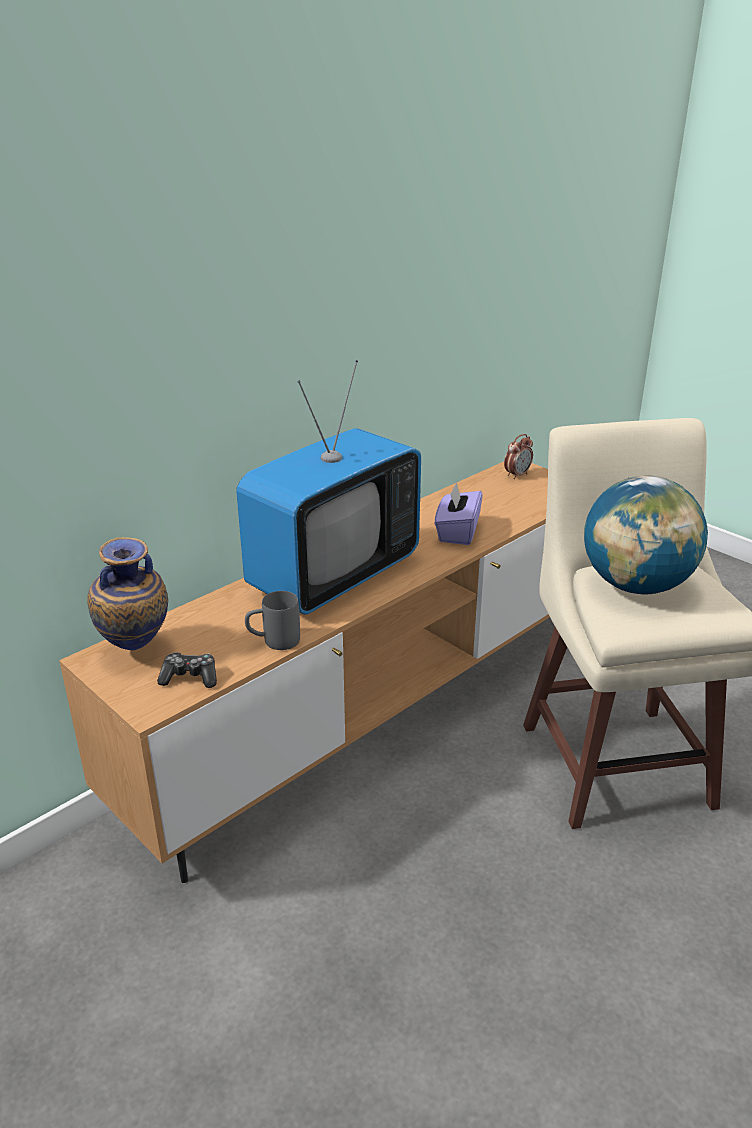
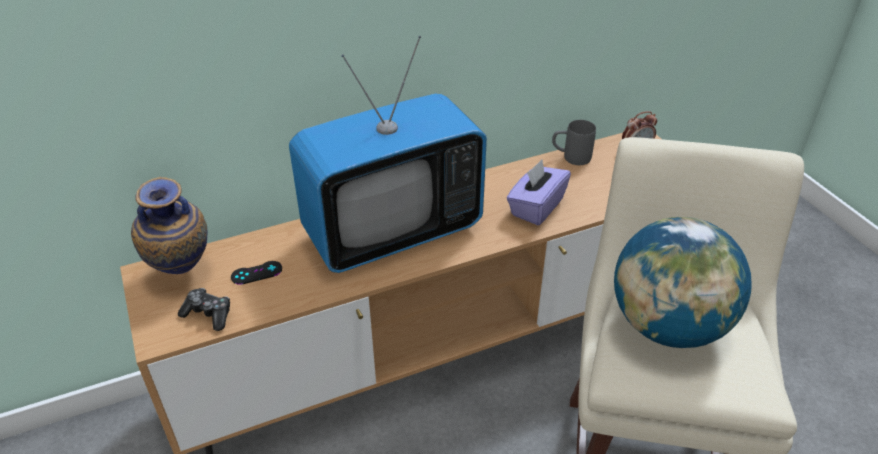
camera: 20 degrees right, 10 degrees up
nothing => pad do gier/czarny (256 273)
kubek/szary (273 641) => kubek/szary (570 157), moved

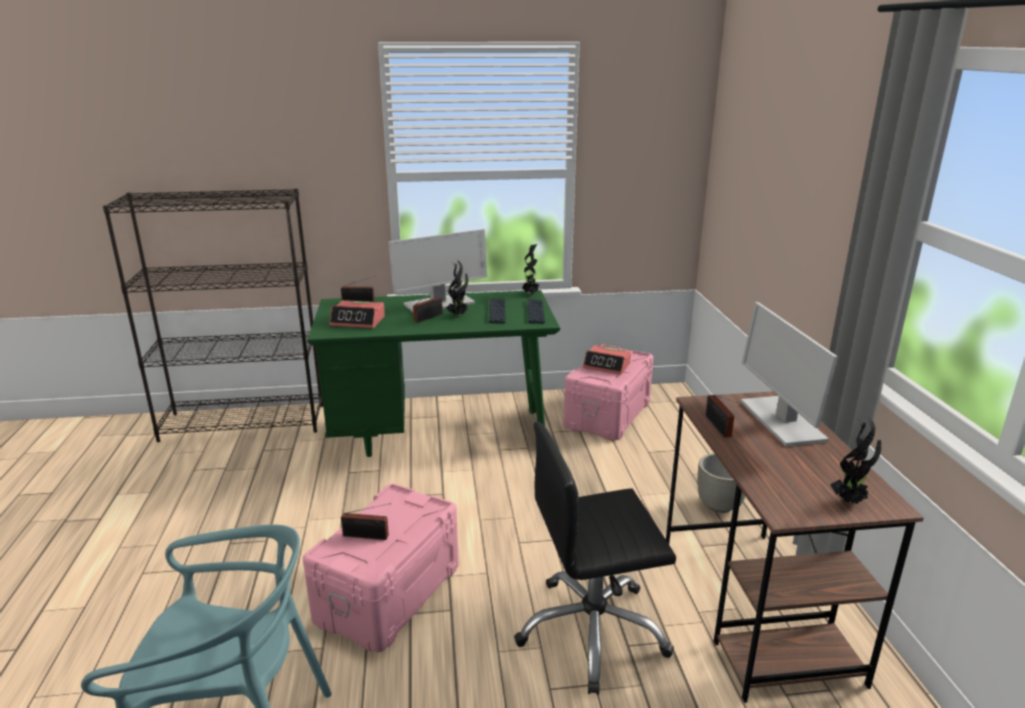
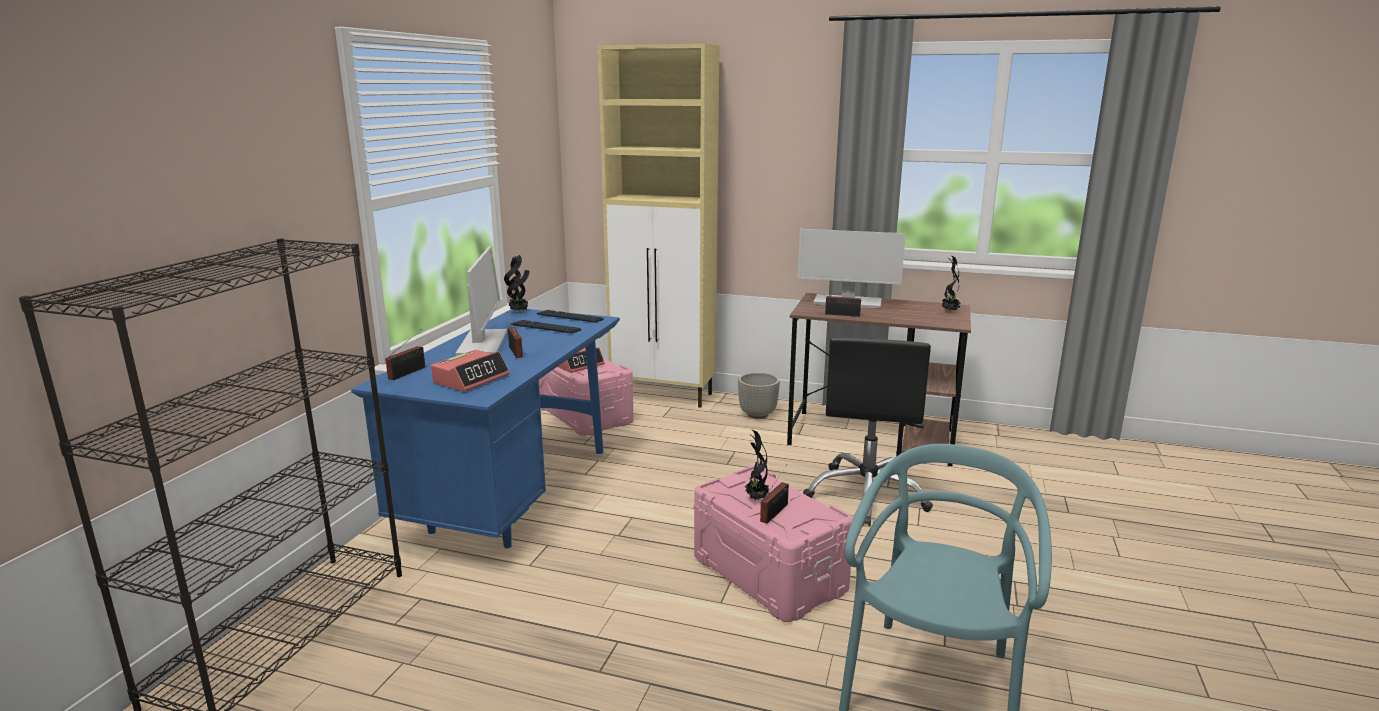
camera: 65 degrees left, 5 degrees down
biurko/zielony (440 433) => biurko/niebieski (514 496)
nothing => szafka/beżowy (664 395)
roślina doniczkowa (459 315) => roślina doniczkowa (756 499), moved

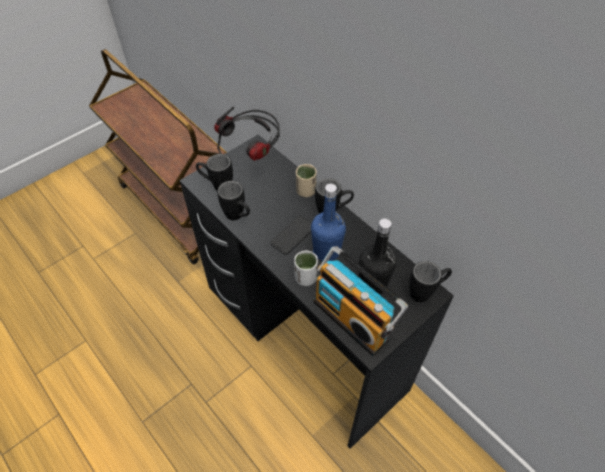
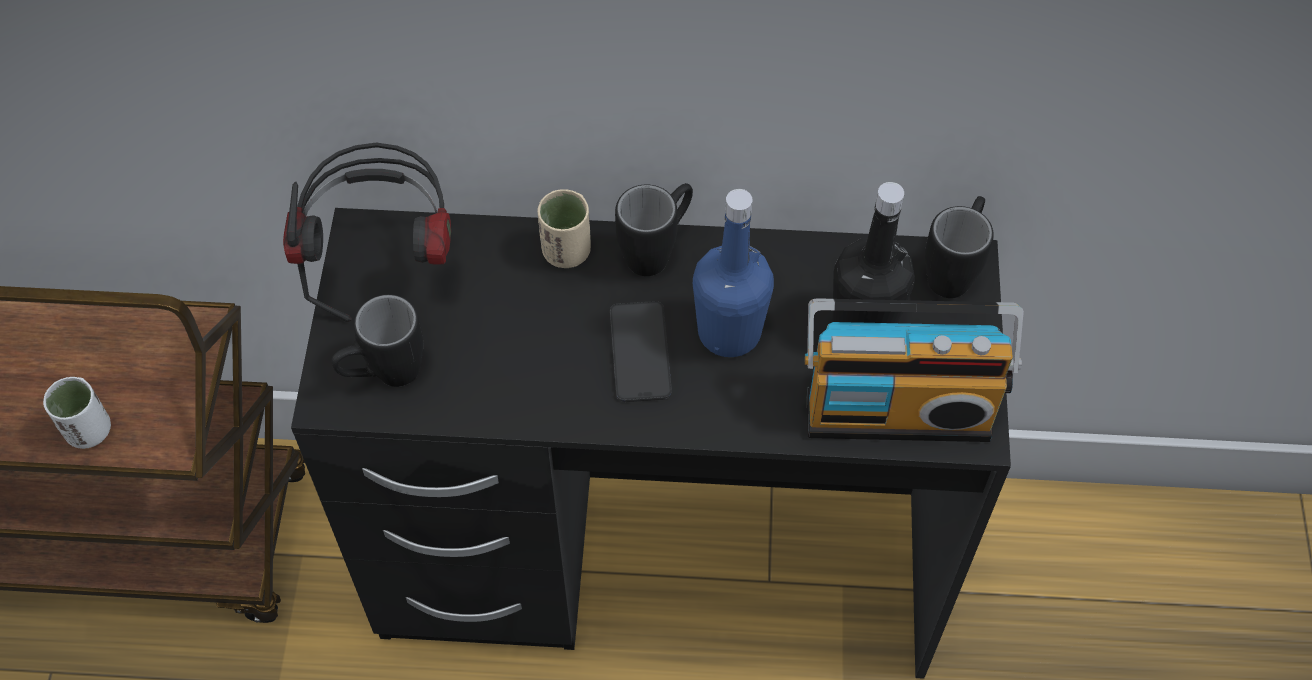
camera: 45 degrees left, 5 degrees up
filiżanka/biały (305 278) => filiżanka/biały (88 430), moved
kubek/czarny (238 217) => nothing

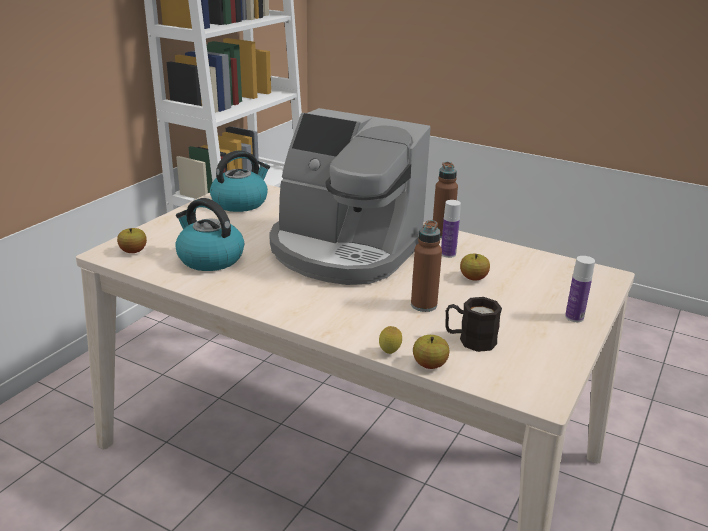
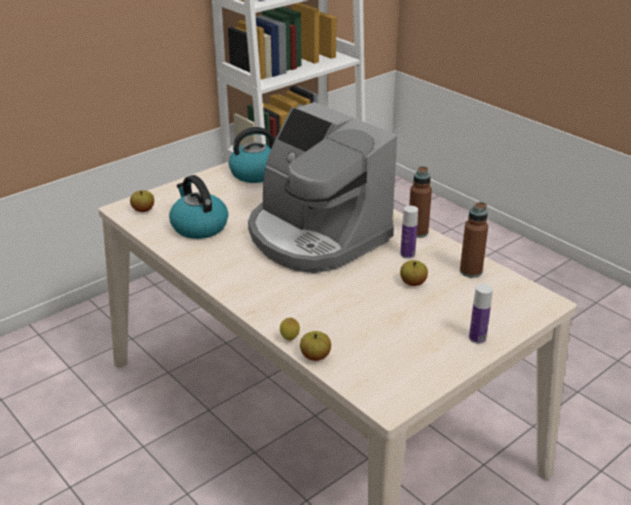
camera: 20 degrees right, 5 degrees up
butelka/brązowy (423 305) => butelka/brązowy (470 271), moved
kubek/czarny (469 340) => nothing

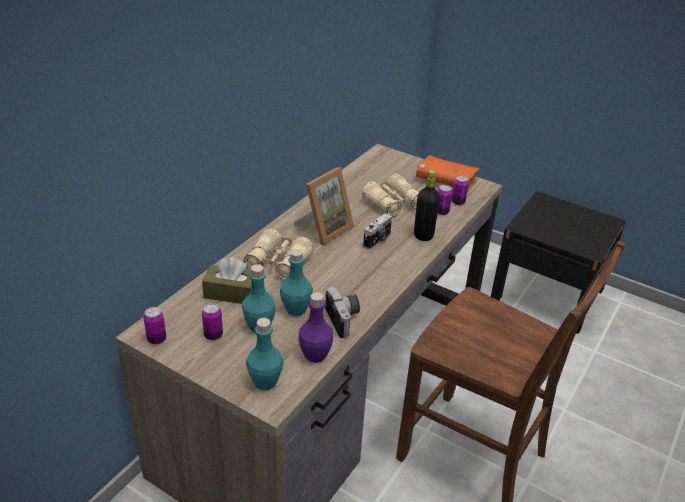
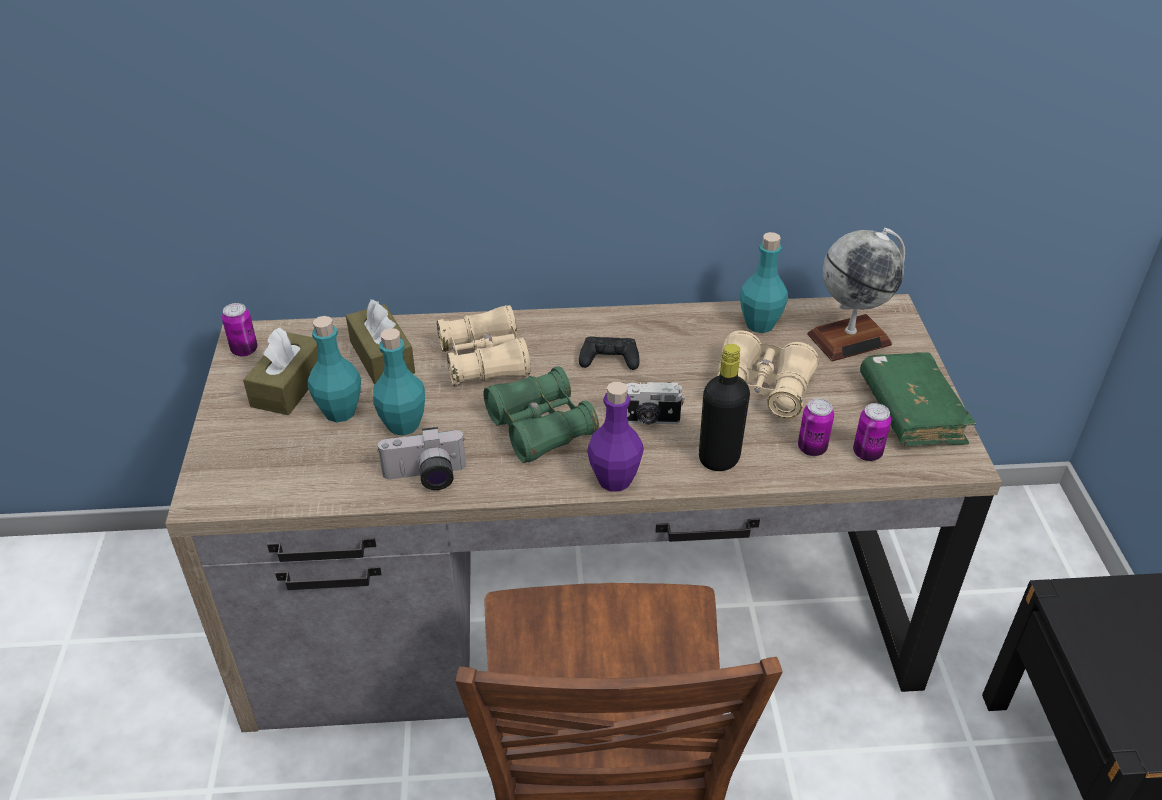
camera: 55 degrees right, 5 degrees up
puszka (213 335) => pudełko chusteczek/brązowy (289 386)
aparat fotograficzny (345 319) => aparat fotograficzny (425 478), 45 degrees clockwise
nothing => lornetka/zielony (540 427)
ramka na zdjęcie (325 229) => pad do gier/czarny (609 359)
butelka/fioletowy (315 355) => butelka/fioletowy (614 479), moved
butelka/turkusowy (265 382) => butelka/turkusowy (760 324), moved
nothing => globus (849 339)
książka/pomarańczowy (445 181) => książka/zielony (911 411)

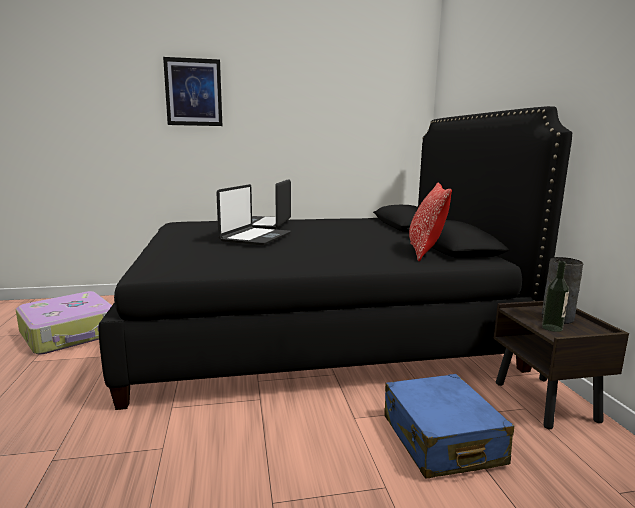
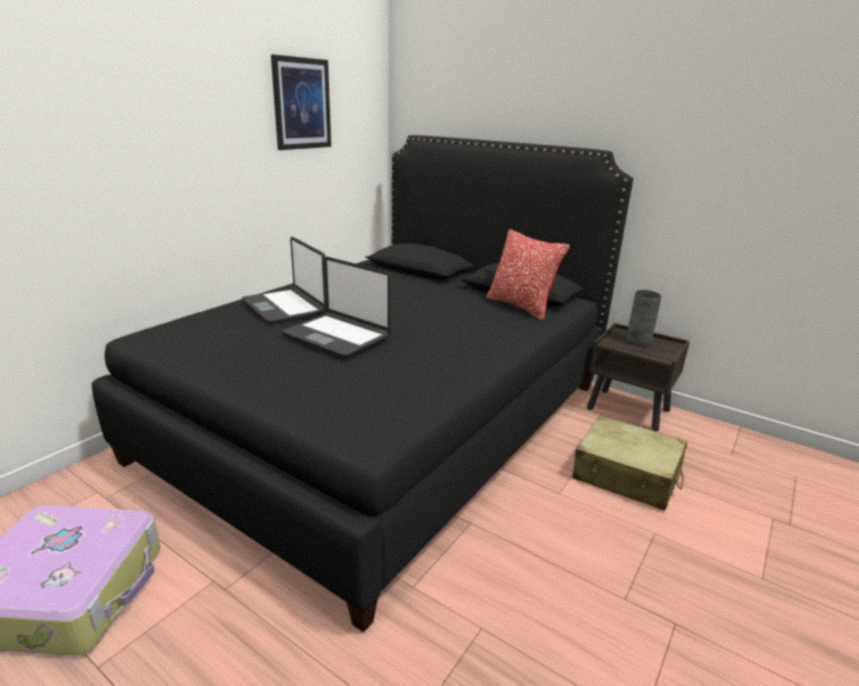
camera: 45 degrees left, 10 degrees up
obraz (193 92) => obraz (302 104), moved
laptop (255 237) => laptop (338 335), 150 degrees clockwise
walizka/niebieski (441 440) => walizka/beżowy (626 475)
butelka (552 328) => nothing

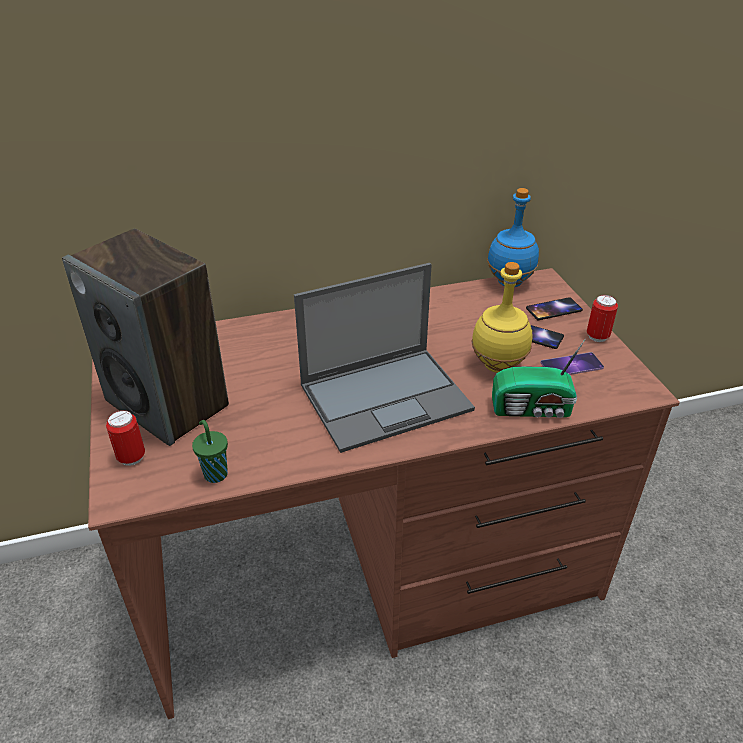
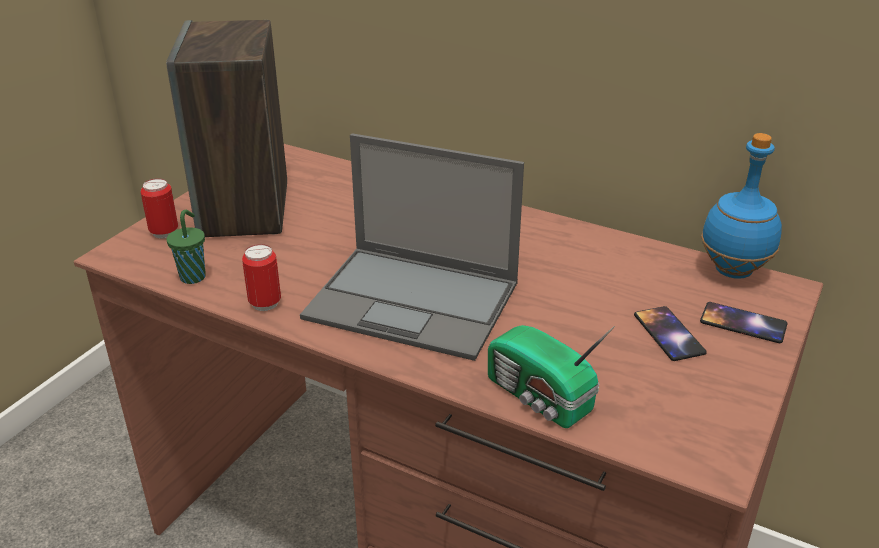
camera: 45 degrees right, 5 degrees down
puszka (597 336) => puszka (265 303), moved
butelka/żółty (497 365) => nothing
telefon (571 365) => nothing

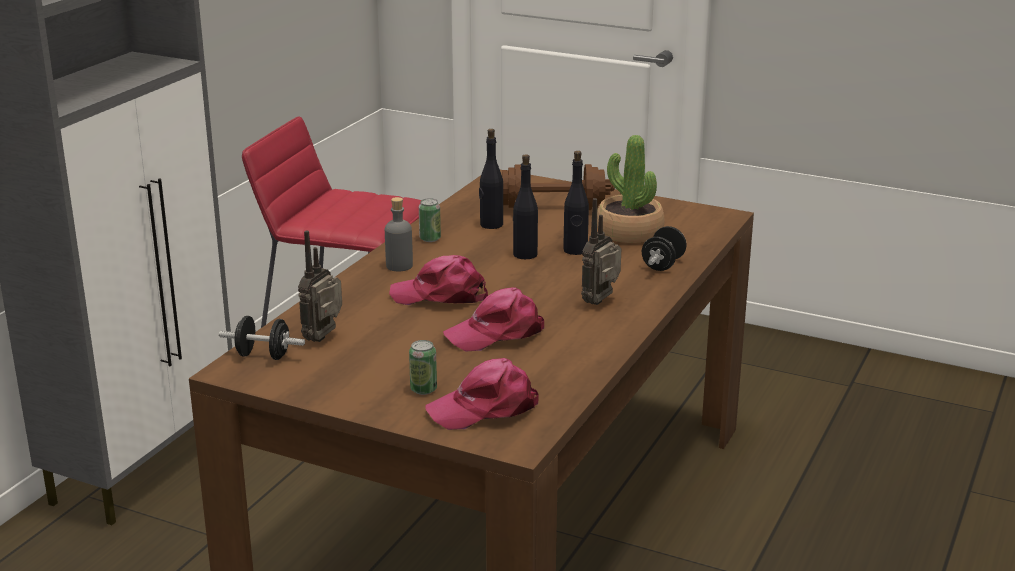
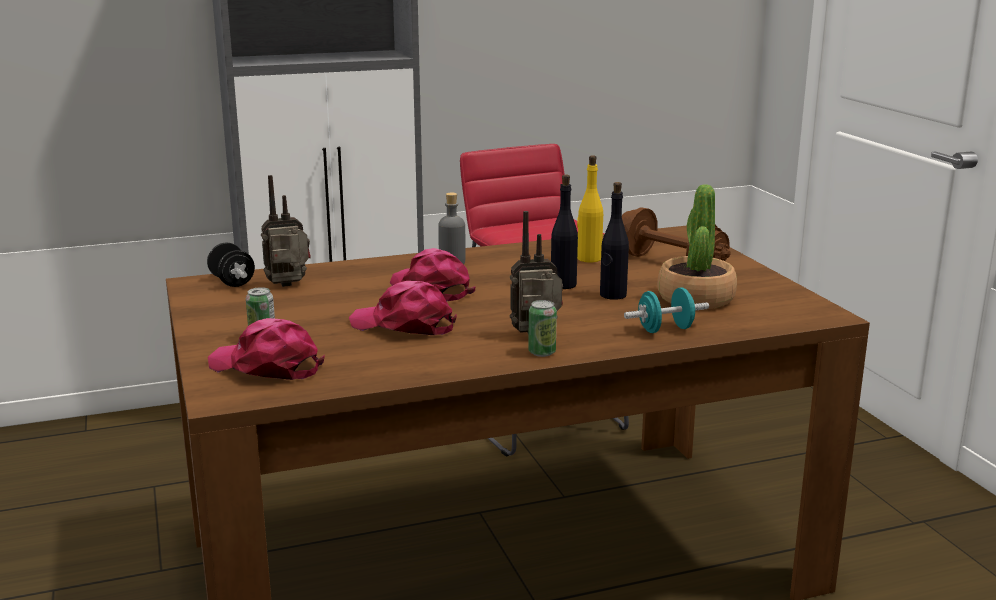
camera: 45 degrees right, 5 degrees down
puszka (430 239) => puszka (542 352), moved
butelka/czarny (491 225) => butelka/żółty (589 259)
hantel/czarny (663 264) => hantel/turkusowy (665 329)

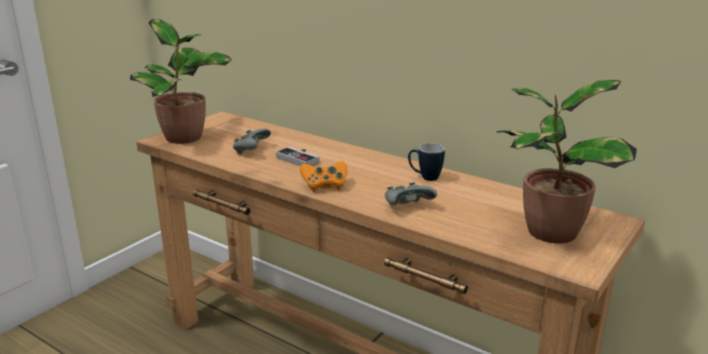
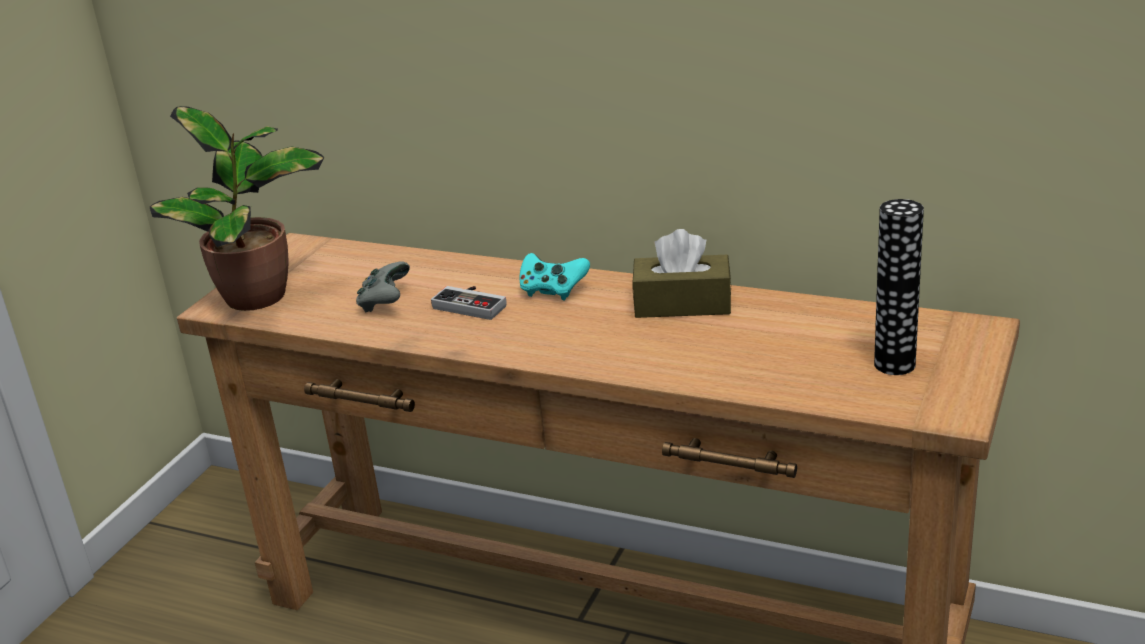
camera: 10 degrees left, 5 degrees up
nothing => pad do gier/turkusowy (552 291)
kubek (425 177) => pudełko chusteczek/brązowy (682 304)
roślina doniczkowa (548 232) => wazon (894 364)
pad do gier/pomarańczowy (324 186) => nothing
pad do gier/szary (407 207) => nothing

